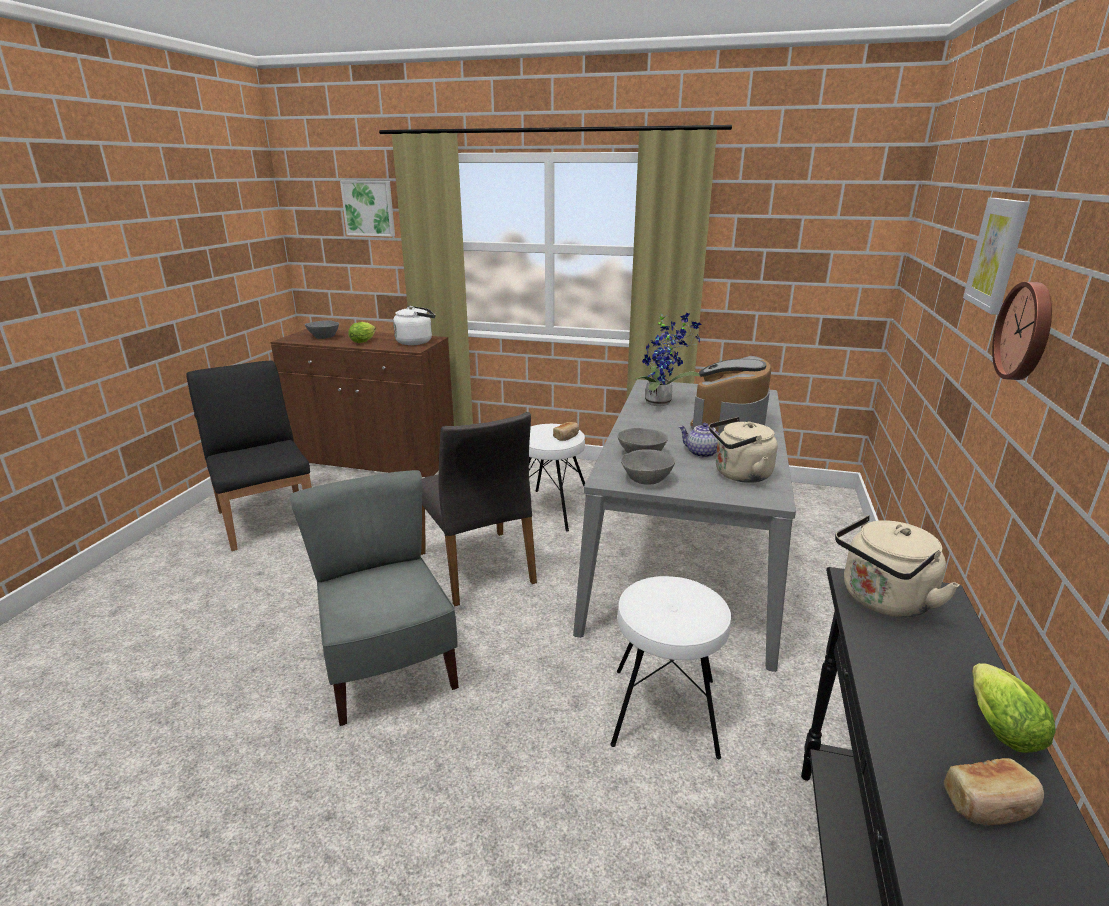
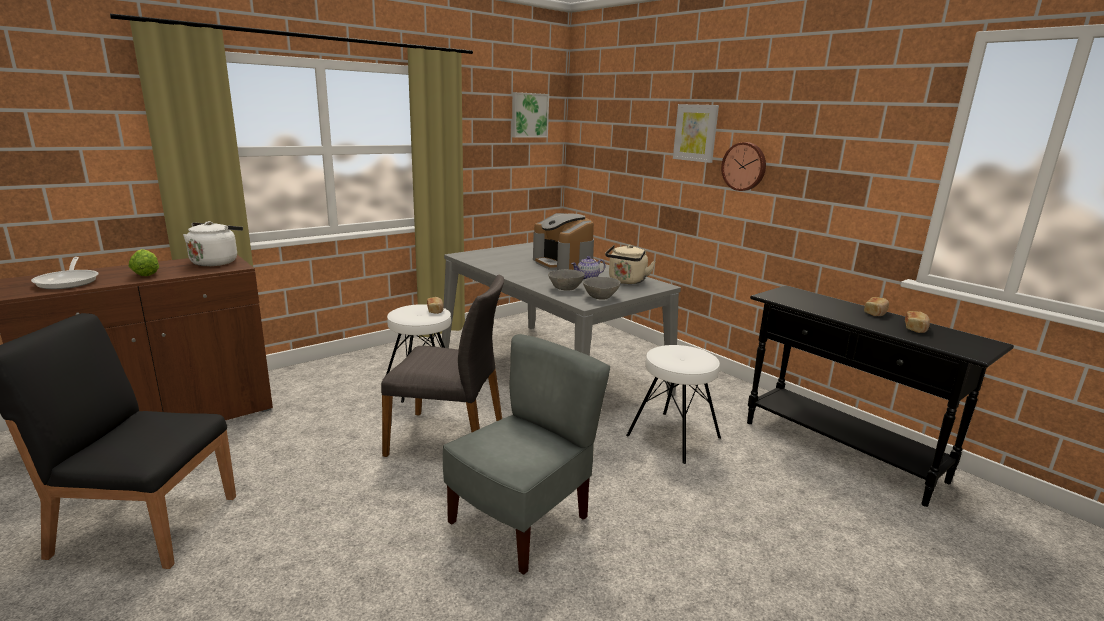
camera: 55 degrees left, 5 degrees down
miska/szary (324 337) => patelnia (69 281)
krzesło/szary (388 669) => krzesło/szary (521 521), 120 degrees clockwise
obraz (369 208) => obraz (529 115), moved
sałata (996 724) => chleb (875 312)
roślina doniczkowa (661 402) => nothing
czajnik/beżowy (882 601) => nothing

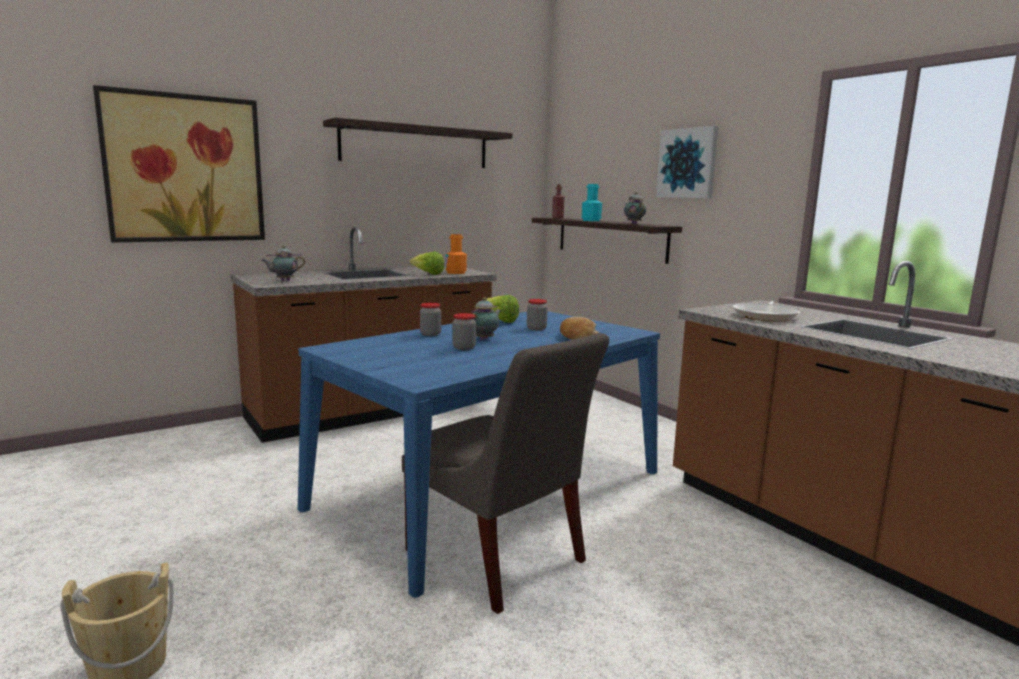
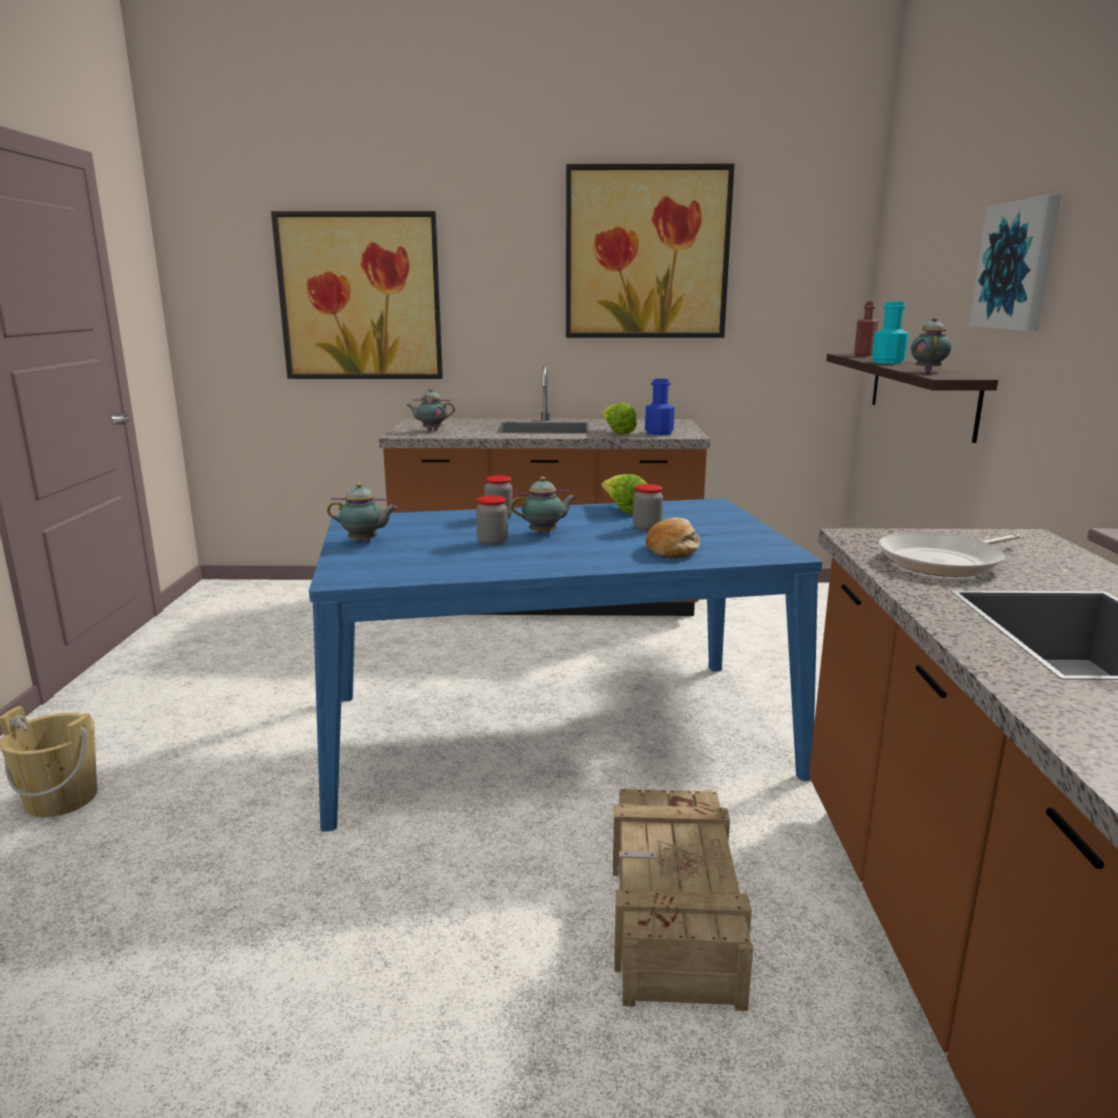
camera: 35 degrees right, 5 degrees up
nothing => imbryk (365 542)
półka (416 146) => obraz (646 253)
nothing => skrzynka (672 915)
butelka/pomarańczowy (456 273) => butelka/niebieski (659 433)
krzesło/szary (499 559) => nothing

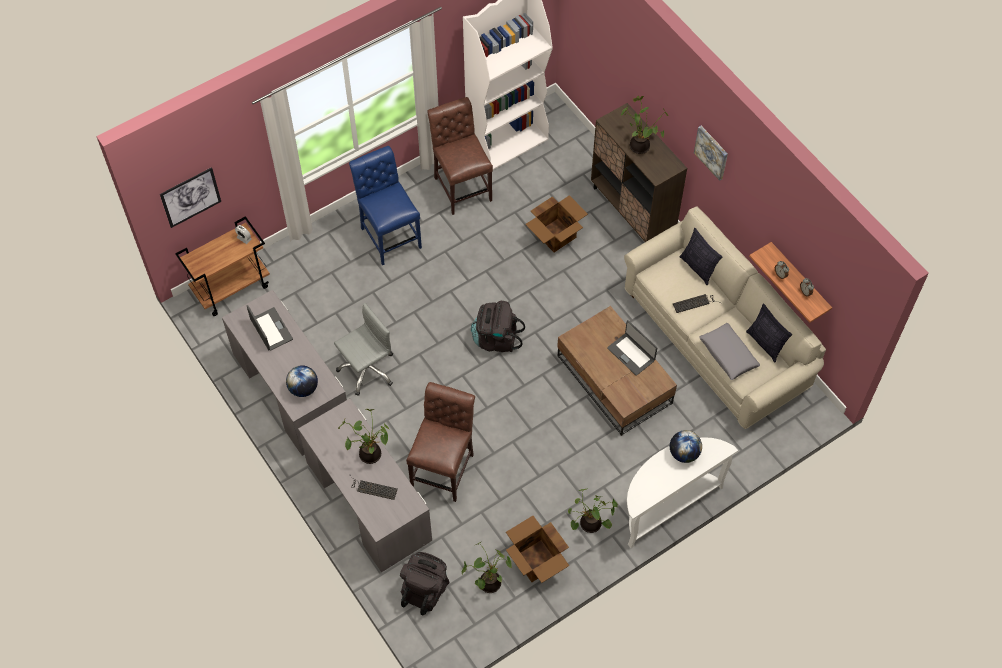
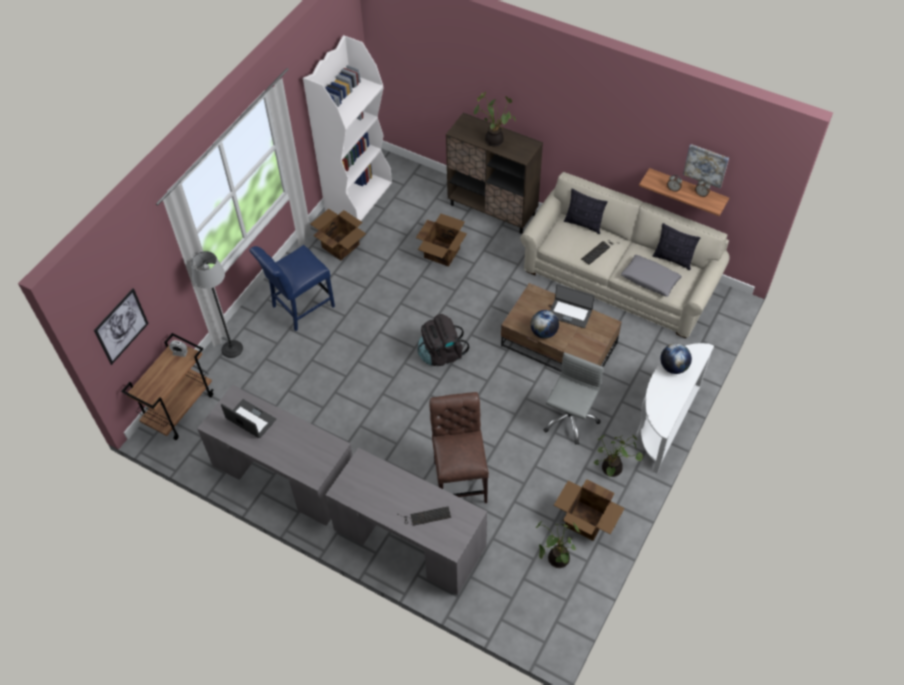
camera: 25 degrees left, 5 degrees down
nothing => lampa stojąca (232 348)
krzesło/niebieski (389 235) => krzesło/niebieski (300 308), 75 degrees counterclockwise
krzesło/brązowy (461 186) => karton (340 245)
globus (303 388) => globus (544 332), moved
krzesło biurowe/szary (367 369) => krzesło biurowe/szary (569 419), moved
obraz (711 152) => obraz (706 165), moved
roślina doniczkowa (369 453) => nothing
plecak/czarny (425 589) => nothing

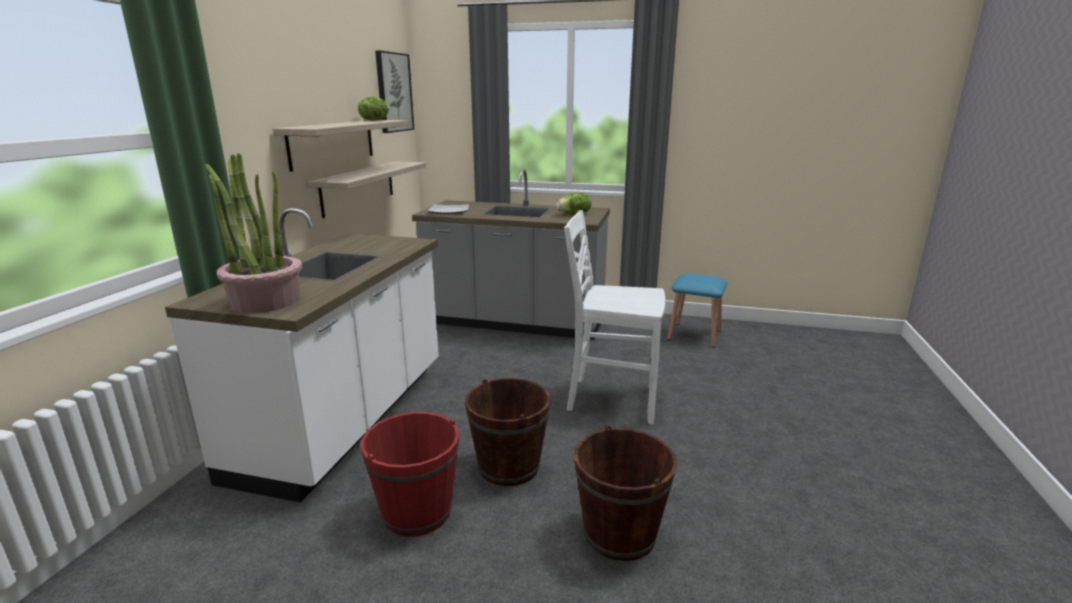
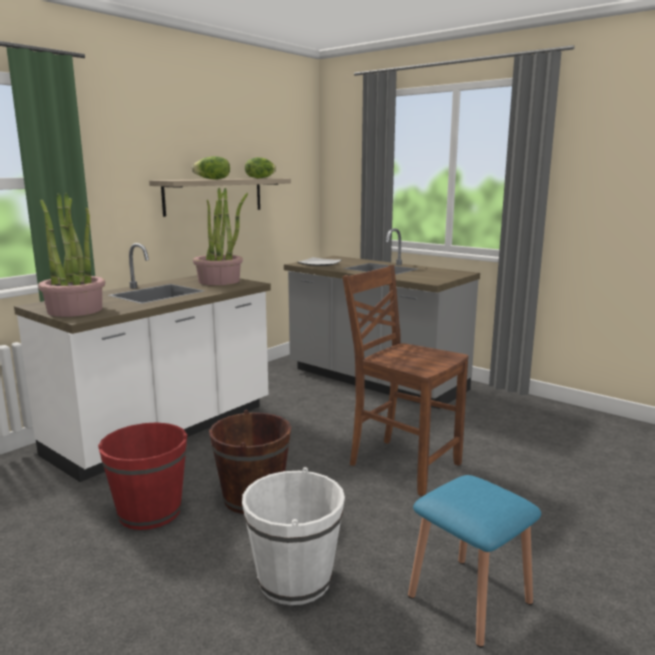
camera: 25 degrees right, 5 degrees down
sałata (574 214) => sałata (212 179), moved
nothing => roślina doniczkowa (219 281)
wiadro/brązowy (619 534) => wiadro/biały (294 579)
krzesło/biały (610 399) => krzesło/brązowy (402 464)
stołek/niebieski (694 335) => stołek/niebieski (469 599), moved
półka (358 187) => nothing
obraz (393 92) => nothing

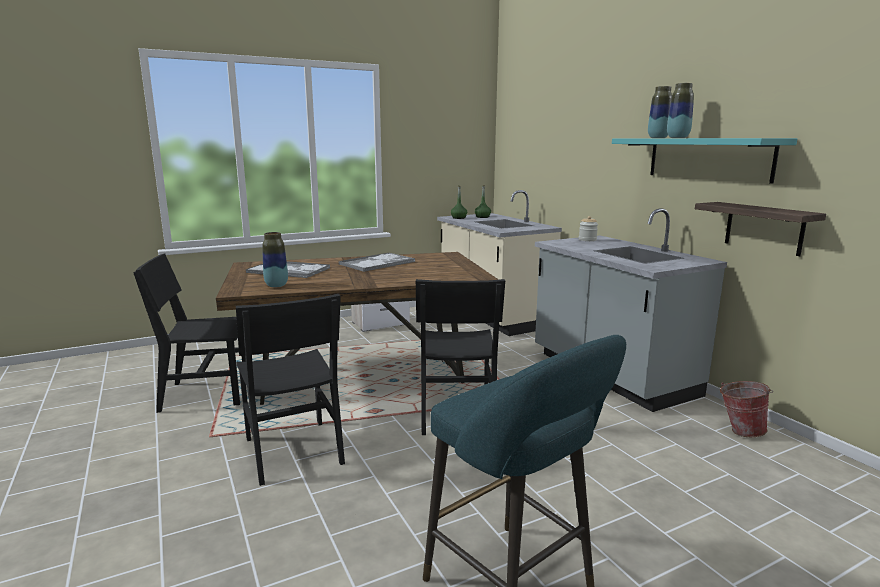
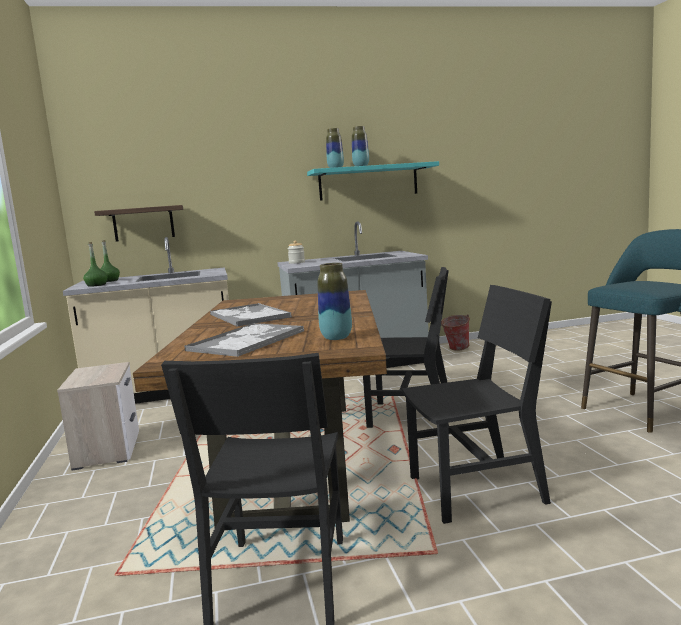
camera: 75 degrees left, 5 degrees down
półka (764 228) => półka (143 223), moved

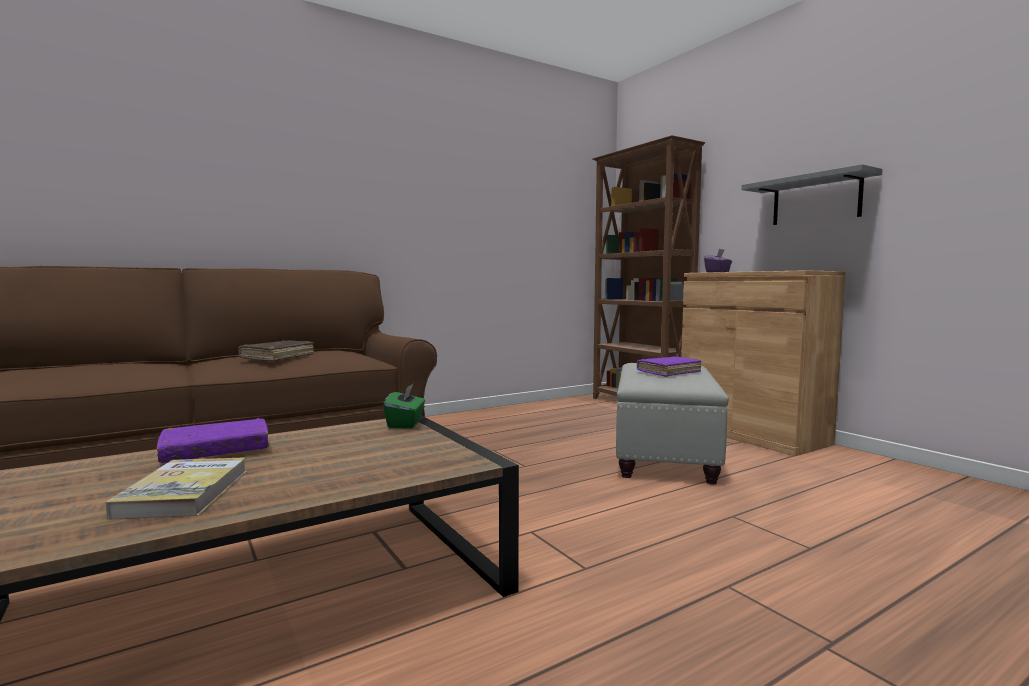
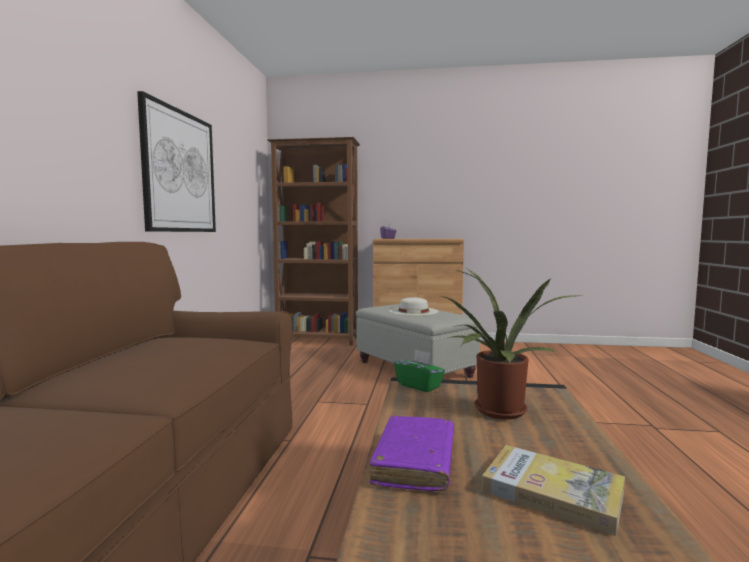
camera: 50 degrees left, 0 degrees up
nothing => obraz (180 171)
książka/fioletowy (668 372) => kapelusz/biały (413 311)
nothing => roślina doniczkowa (498 412)
książka/brązowy (277 357) => nothing
półka/szary (816 200) => nothing

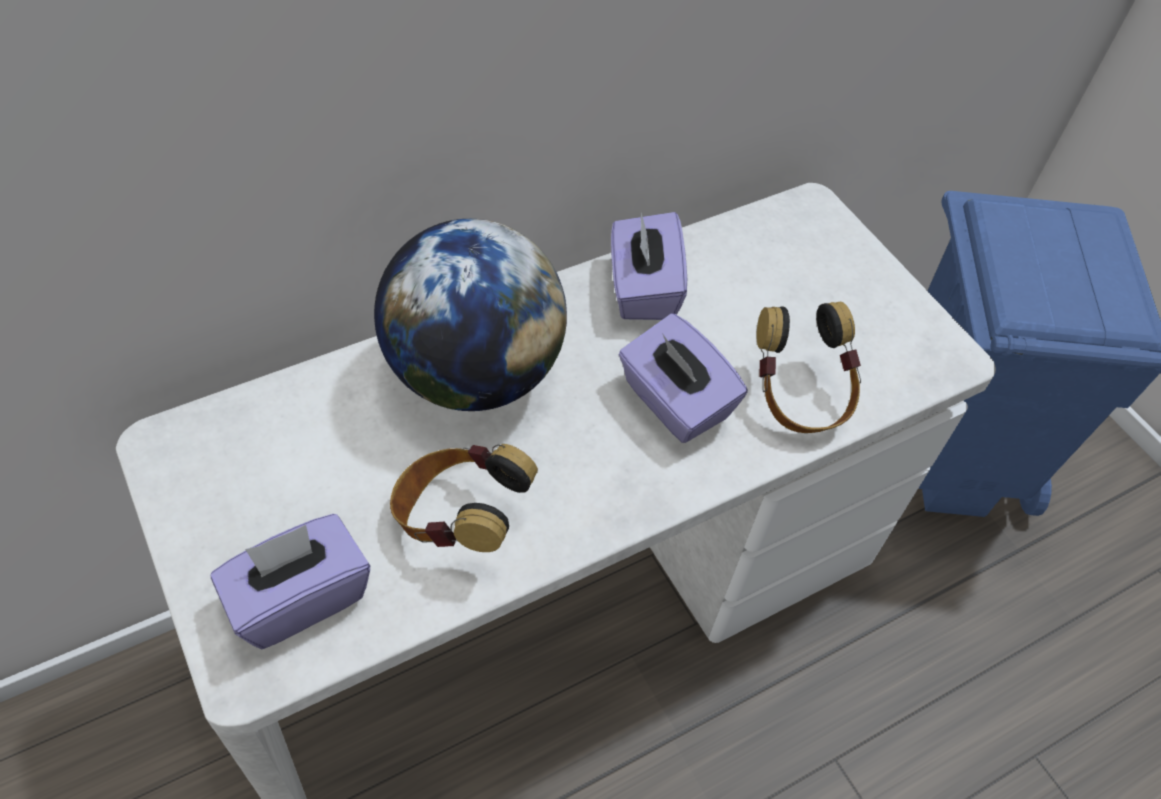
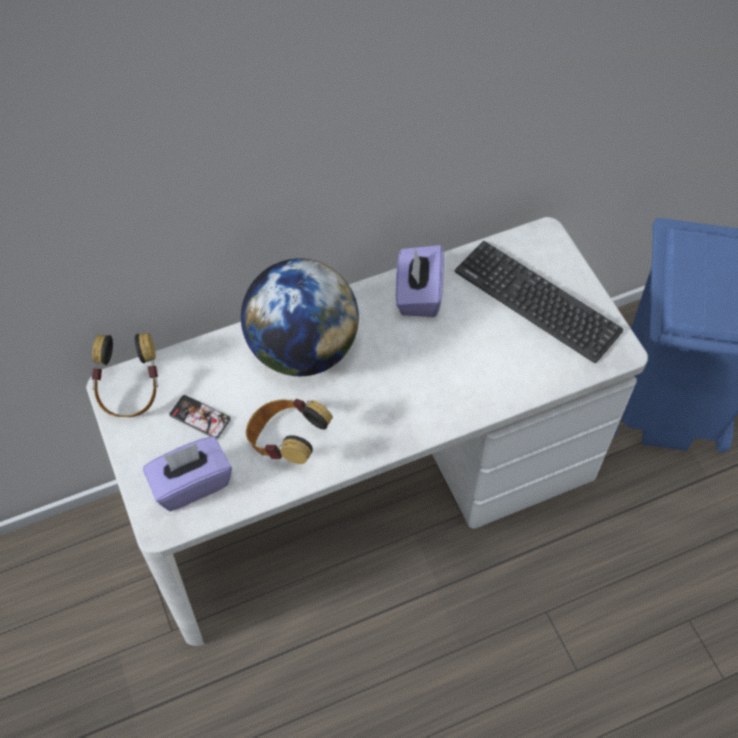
camera: 10 degrees right, 5 degrees up
słuchawki (799 396) => słuchawki (130 391), moved
nothing => telefon (200 417)
nothing => klawiatura (537 301)
pudełko chusteczek/fioletowy (674 402) => nothing

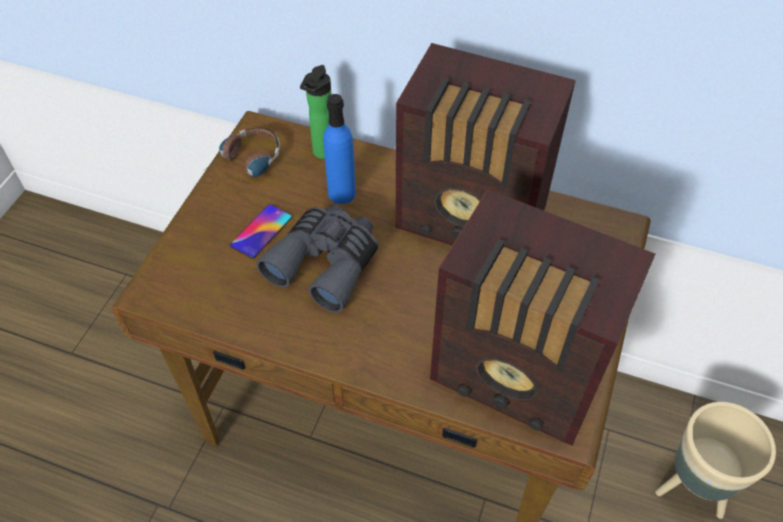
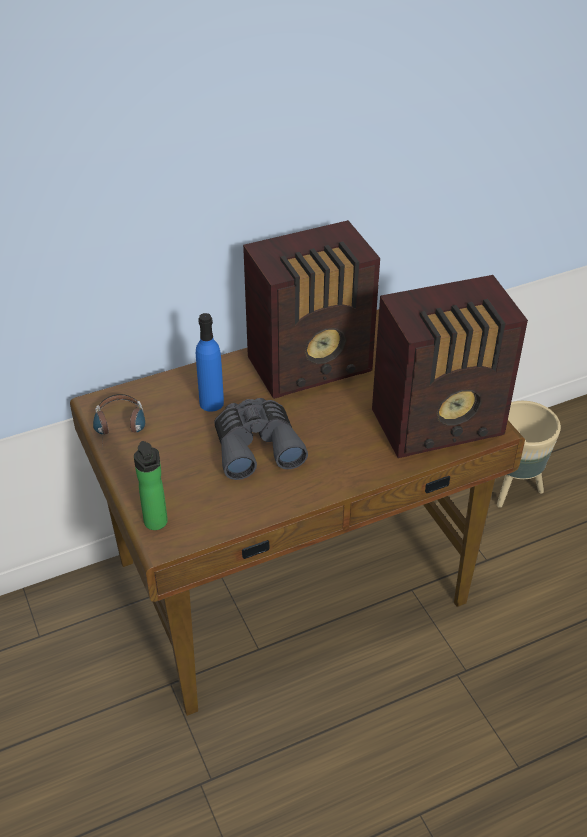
camera: 45 degrees left, 10 degrees down
butelka (322 153) => butelka (157 524), moved
telefon (261 231) => nothing

